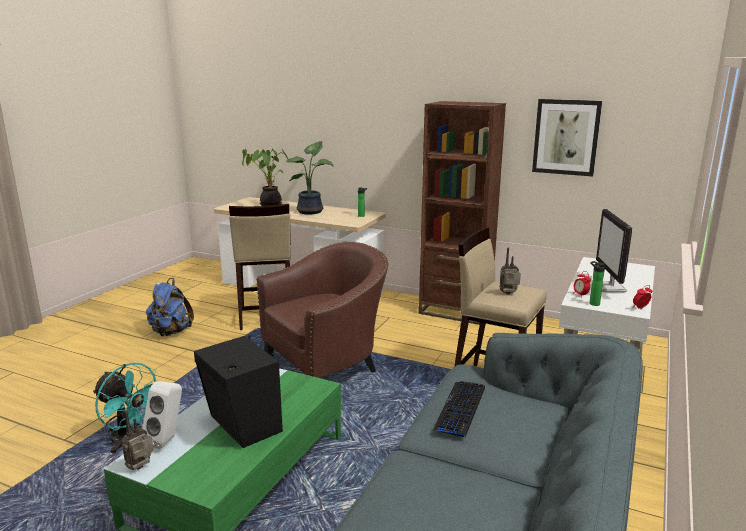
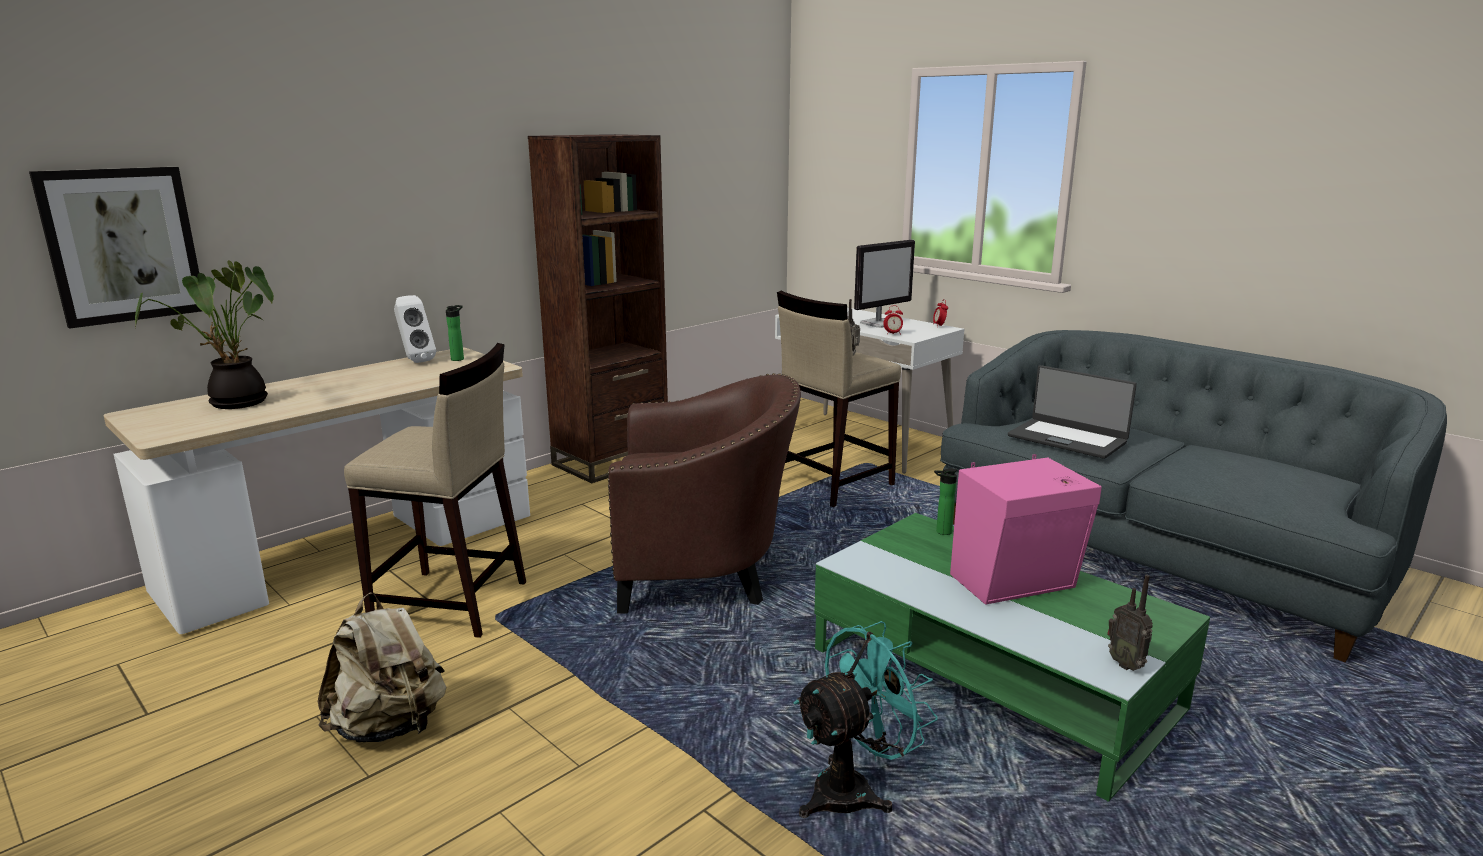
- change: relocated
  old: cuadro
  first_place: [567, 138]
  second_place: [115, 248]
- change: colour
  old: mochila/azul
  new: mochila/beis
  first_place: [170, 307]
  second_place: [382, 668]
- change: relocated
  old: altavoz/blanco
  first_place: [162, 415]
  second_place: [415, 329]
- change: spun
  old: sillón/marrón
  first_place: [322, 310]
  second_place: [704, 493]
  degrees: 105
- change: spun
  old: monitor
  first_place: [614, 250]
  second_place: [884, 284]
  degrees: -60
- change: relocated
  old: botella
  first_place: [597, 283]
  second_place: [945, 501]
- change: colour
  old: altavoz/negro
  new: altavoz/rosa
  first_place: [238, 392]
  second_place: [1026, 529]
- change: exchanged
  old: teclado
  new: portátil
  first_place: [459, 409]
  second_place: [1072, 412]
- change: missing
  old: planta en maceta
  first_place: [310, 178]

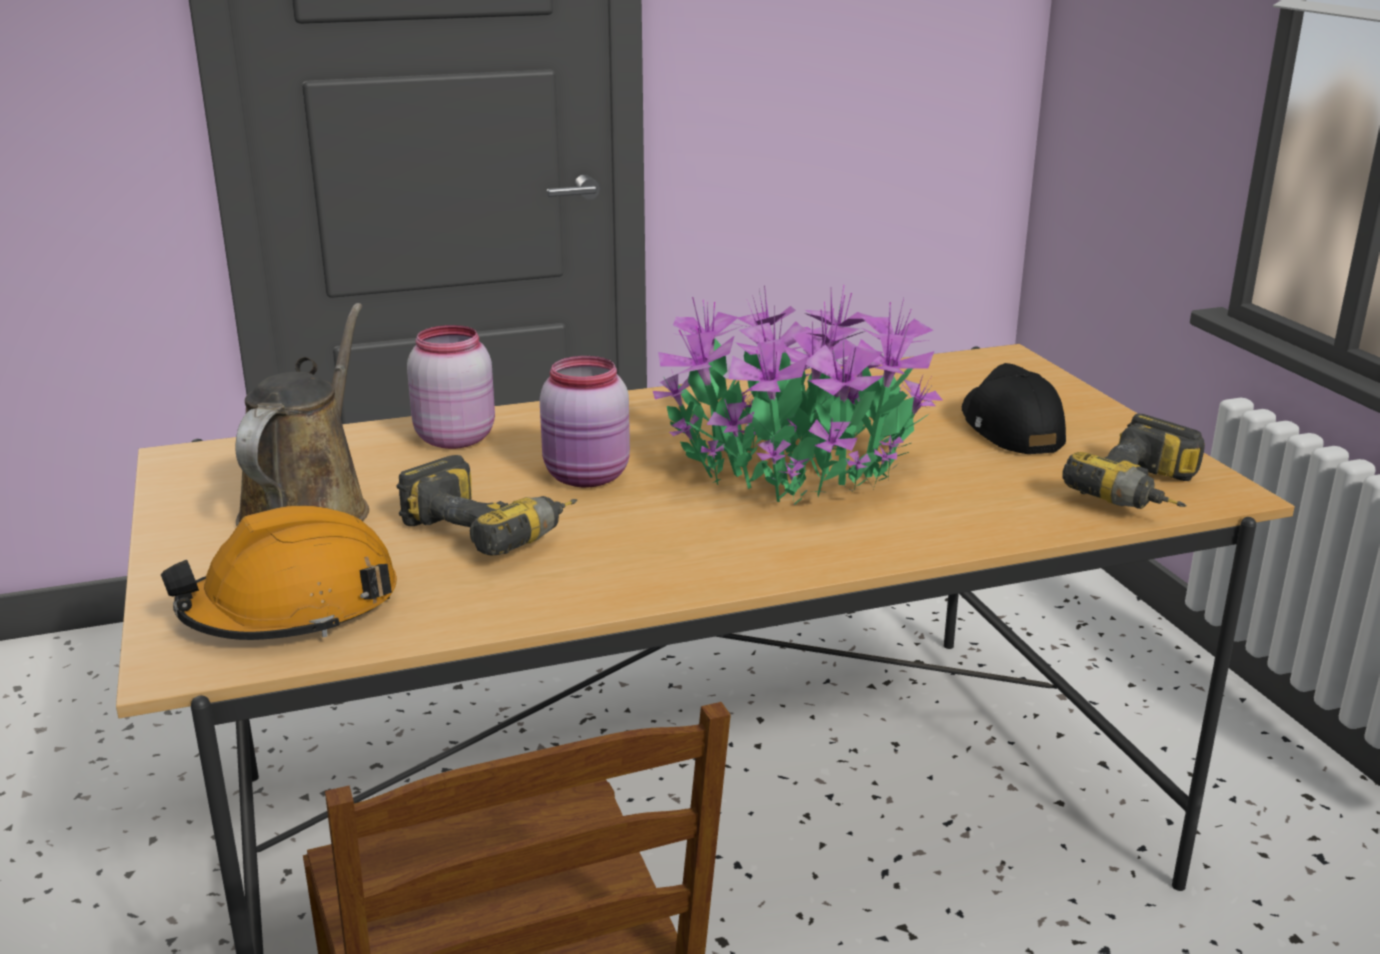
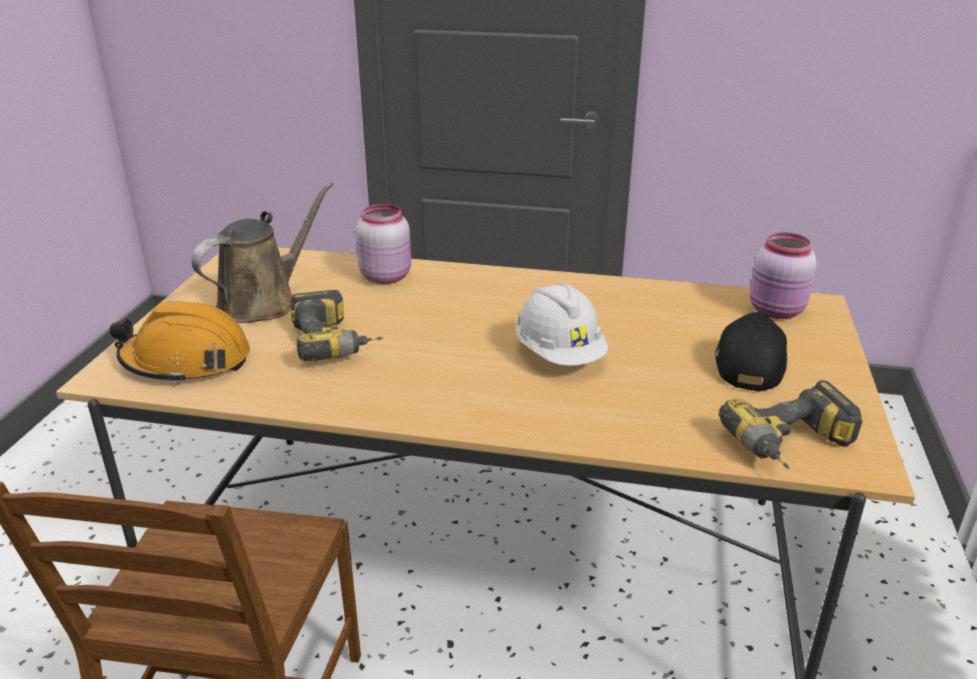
- change: exchanged
  old: planta en maceta
  new: casco/blanco
  first_place: [797, 395]
  second_place: [562, 324]
- change: relocated
  old: tarro/rosa
  first_place: [585, 421]
  second_place: [783, 275]

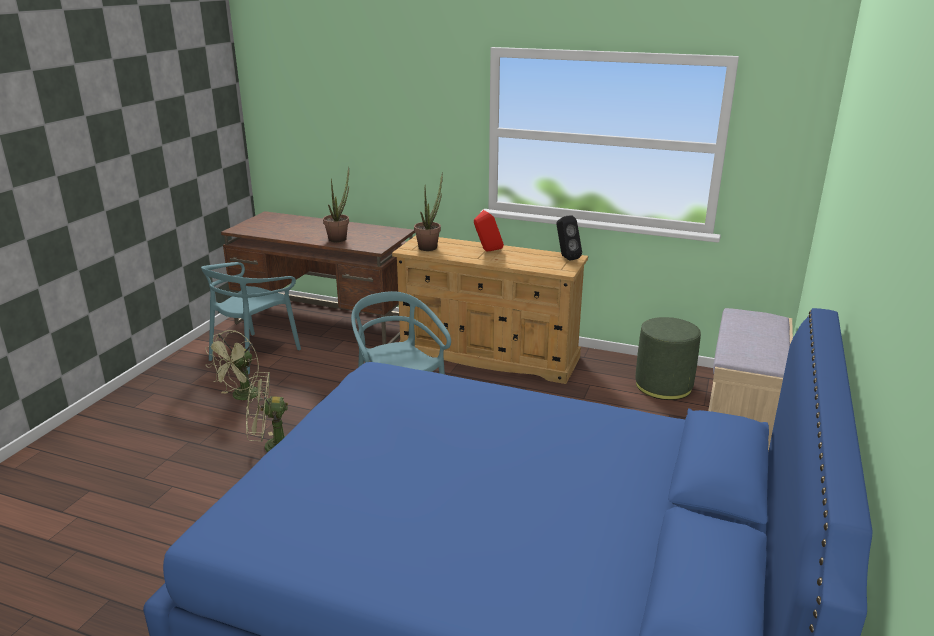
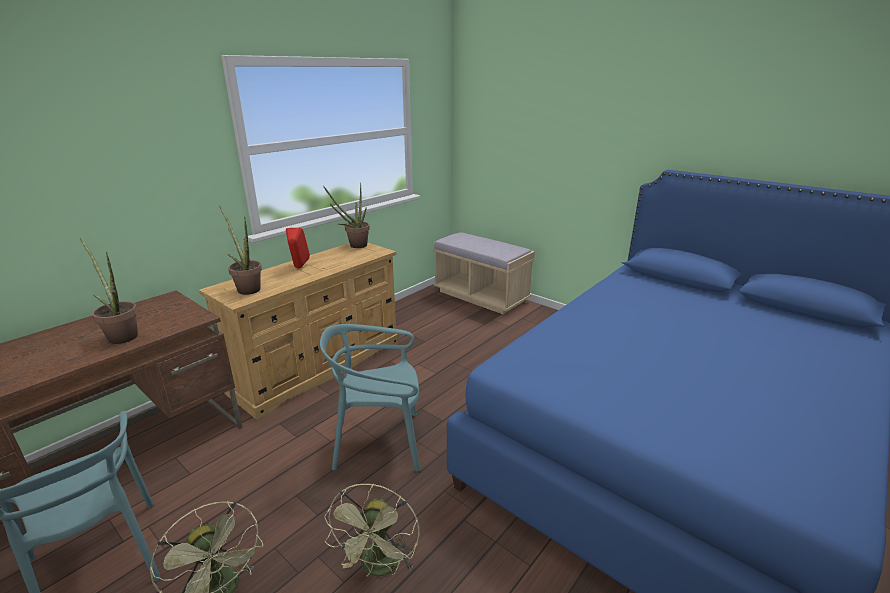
- change: exchanged
  old: altavoz/negro
  new: planta en maceta
  first_place: [569, 238]
  second_place: [347, 215]
- change: missing
  old: puf/verde
  first_place: [668, 358]

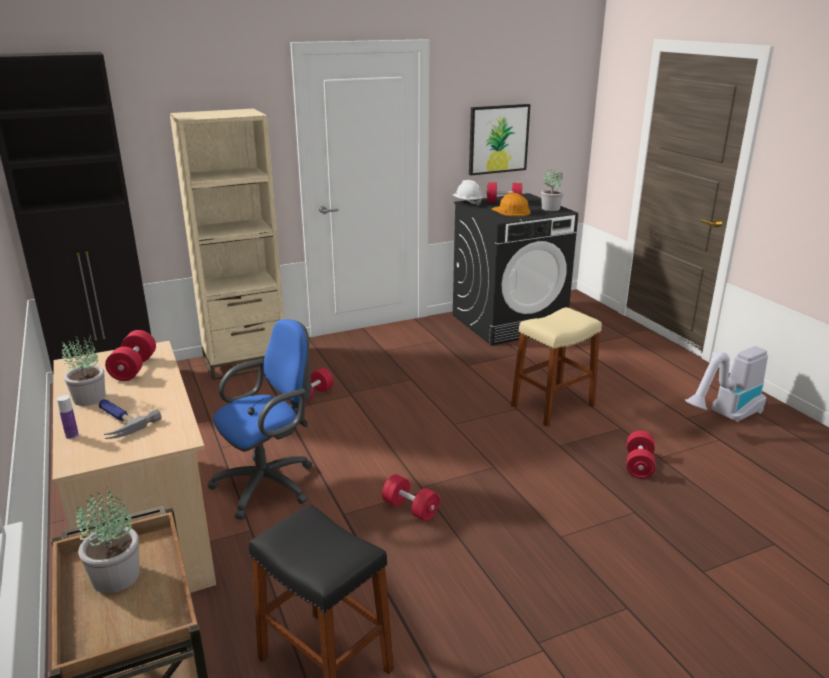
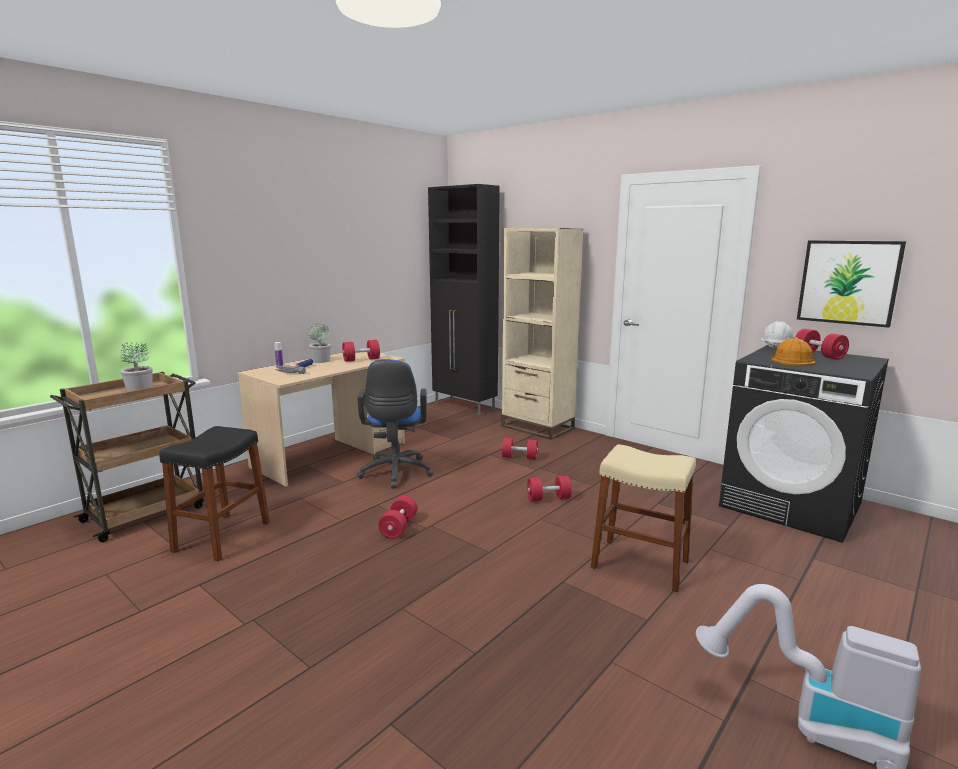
- change: spun
  old: silla de oficina/azul
  first_place: [259, 419]
  second_place: [395, 424]
  degrees: 60
- change: relocated
  old: mancuerna/rojo
  first_place: [641, 455]
  second_place: [549, 488]
- change: missing
  old: planta en maceta
  first_place: [552, 190]

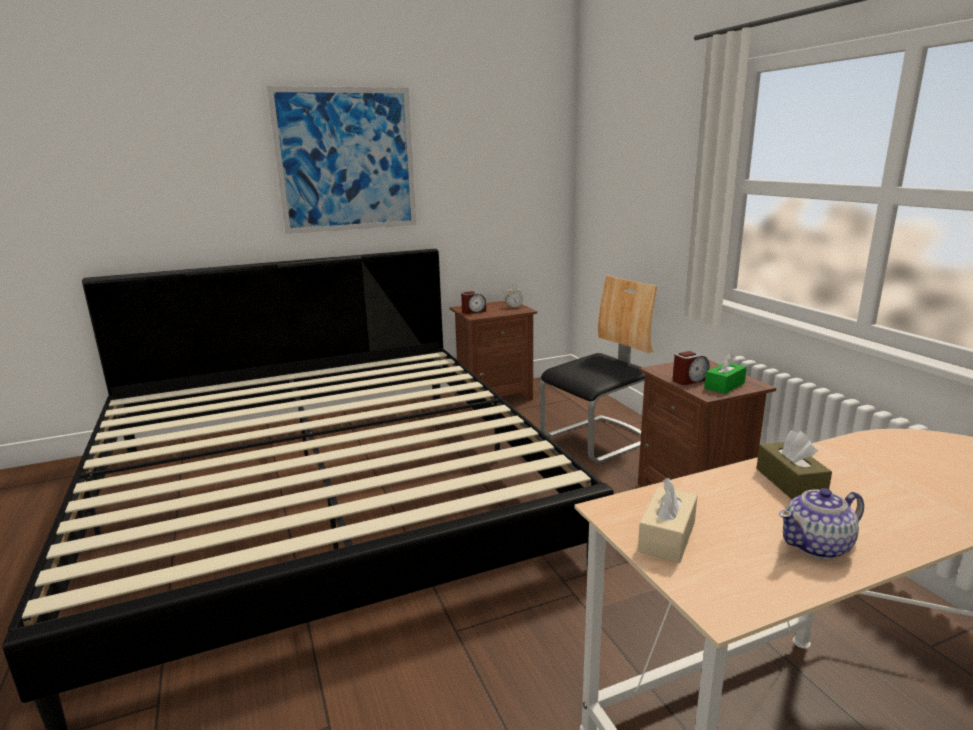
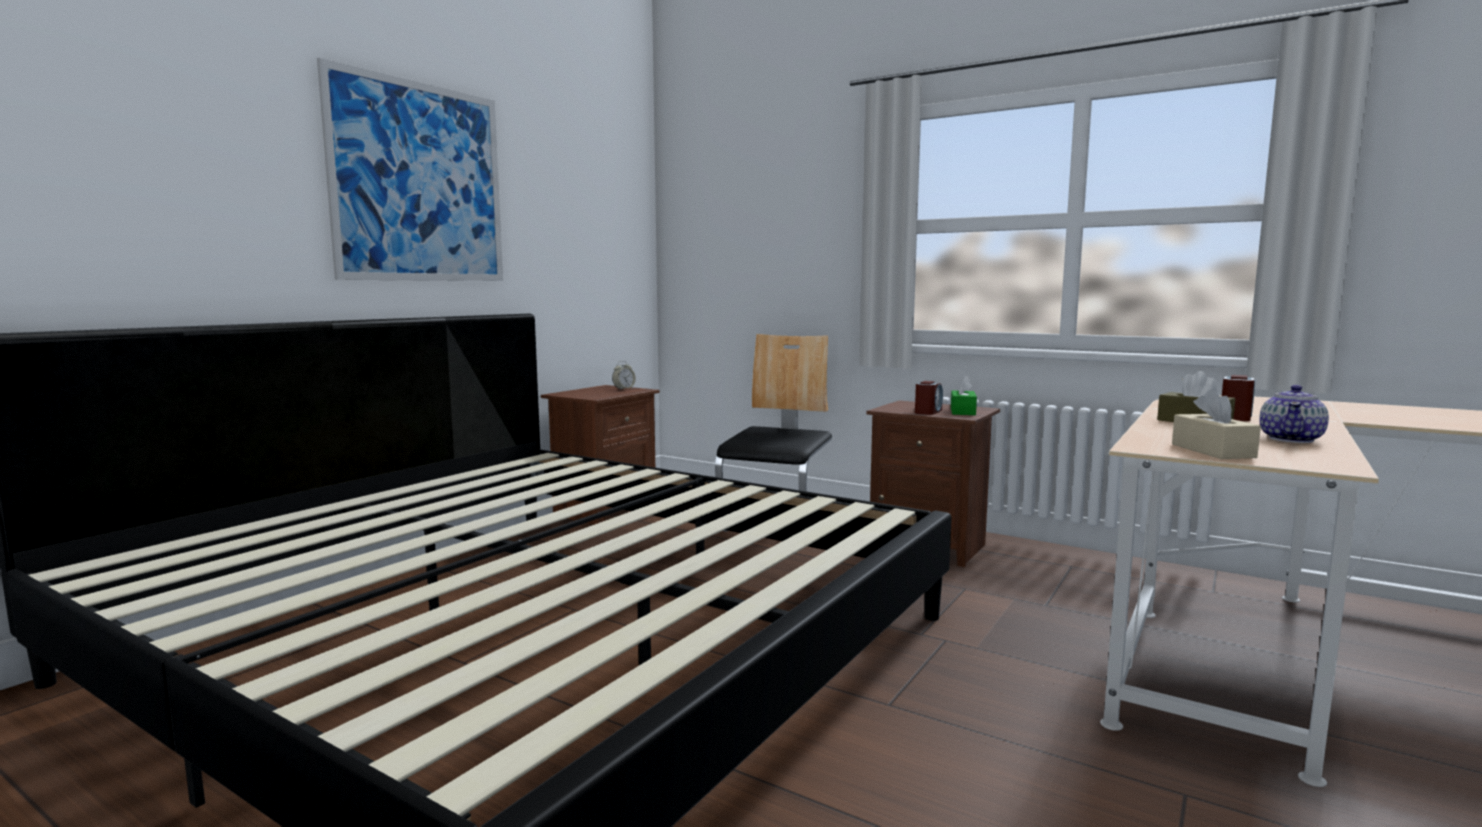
- change: relocated
  old: despertador
  first_place: [473, 302]
  second_place: [1238, 398]

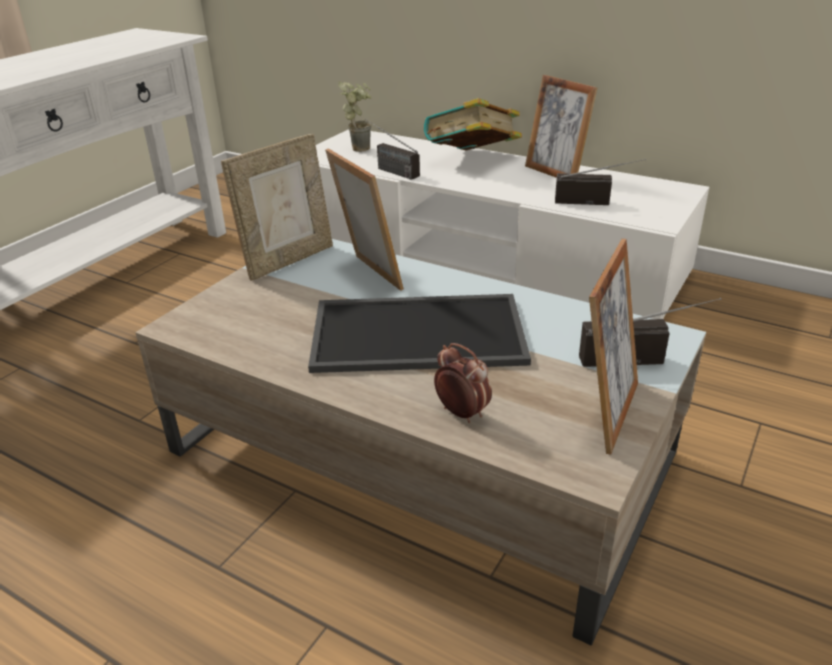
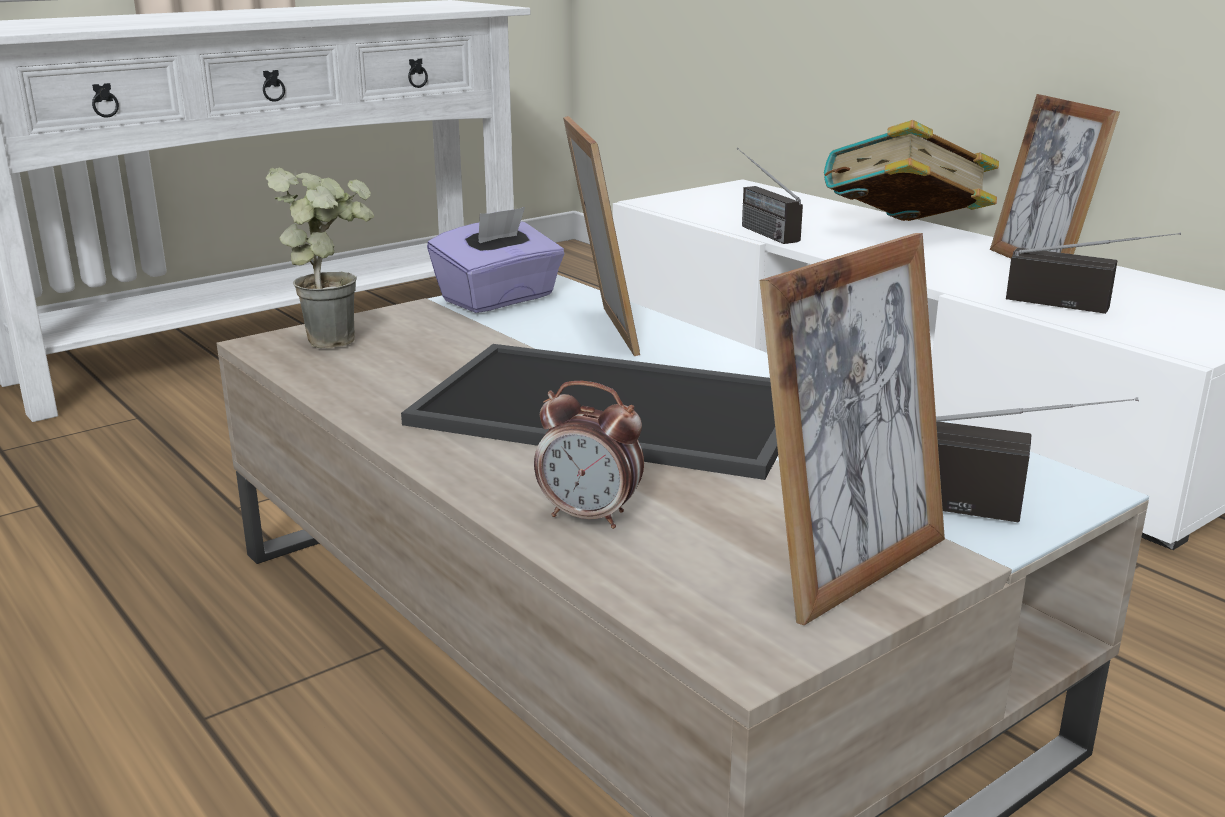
- change: relocated
  old: planta en maceta
  first_place: [355, 116]
  second_place: [320, 258]
- change: exchanged
  old: portarretratos
  new: caja de pañuelos/morado
  first_place: [277, 207]
  second_place: [496, 260]
- change: spun
  old: despertador
  first_place: [463, 383]
  second_place: [589, 455]
  degrees: 135

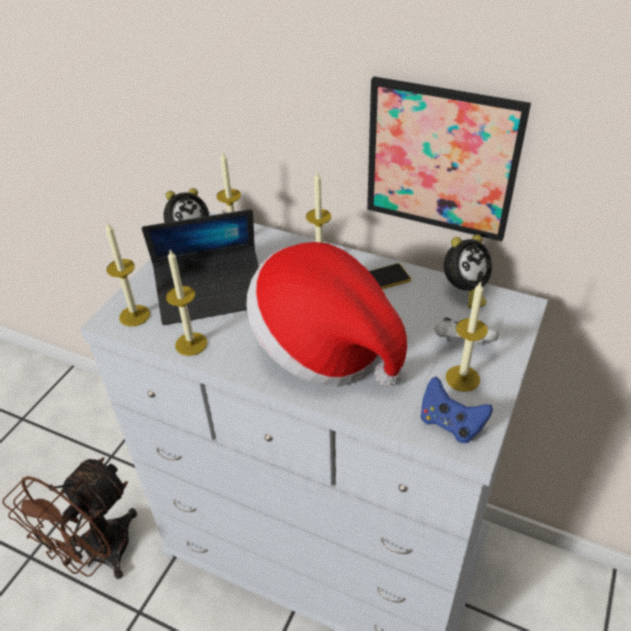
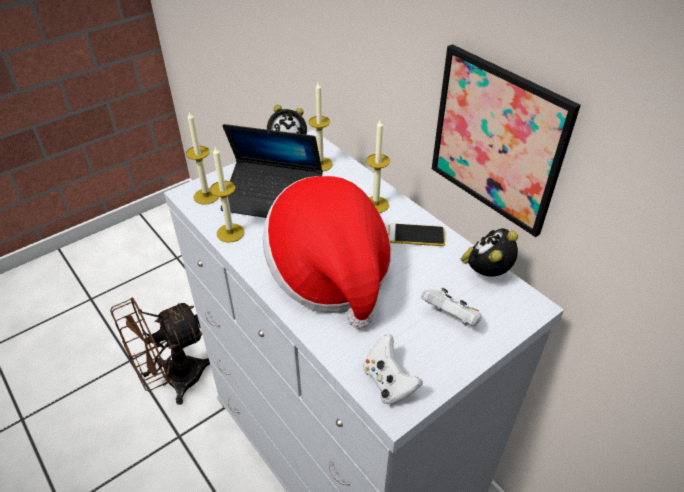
- change: colour
  old: mando de consola/azul
  new: mando de consola/blanco
  first_place: [456, 410]
  second_place: [393, 370]
- change: spun
  old: despertador
  first_place: [468, 271]
  second_place: [489, 252]
  degrees: 135
- change: missing
  old: vela
  first_place: [467, 336]

